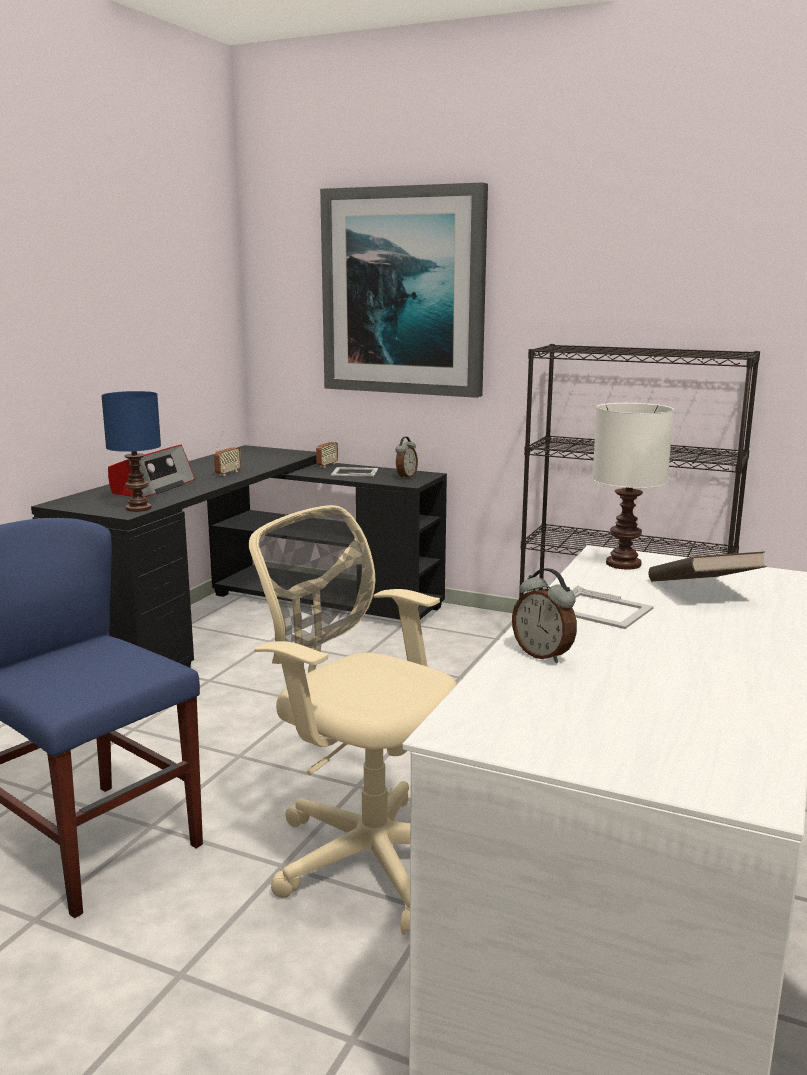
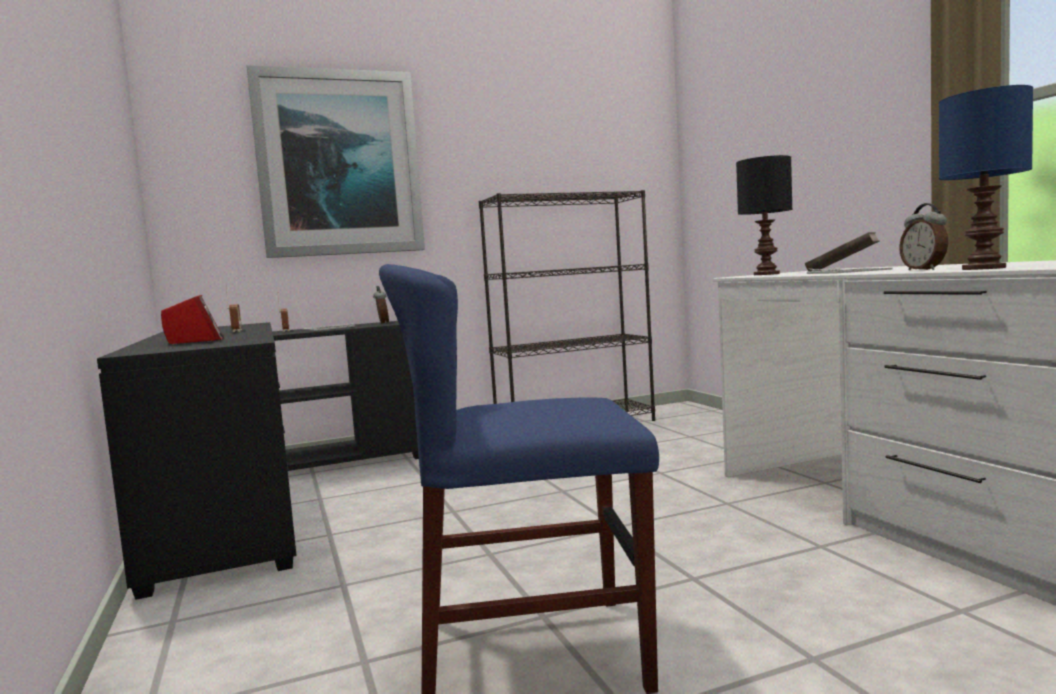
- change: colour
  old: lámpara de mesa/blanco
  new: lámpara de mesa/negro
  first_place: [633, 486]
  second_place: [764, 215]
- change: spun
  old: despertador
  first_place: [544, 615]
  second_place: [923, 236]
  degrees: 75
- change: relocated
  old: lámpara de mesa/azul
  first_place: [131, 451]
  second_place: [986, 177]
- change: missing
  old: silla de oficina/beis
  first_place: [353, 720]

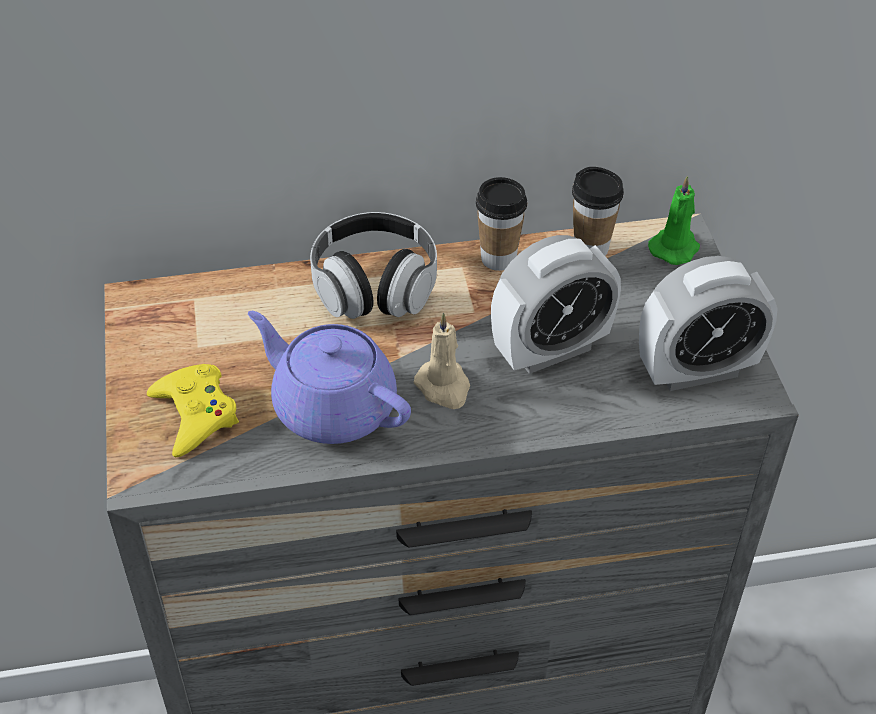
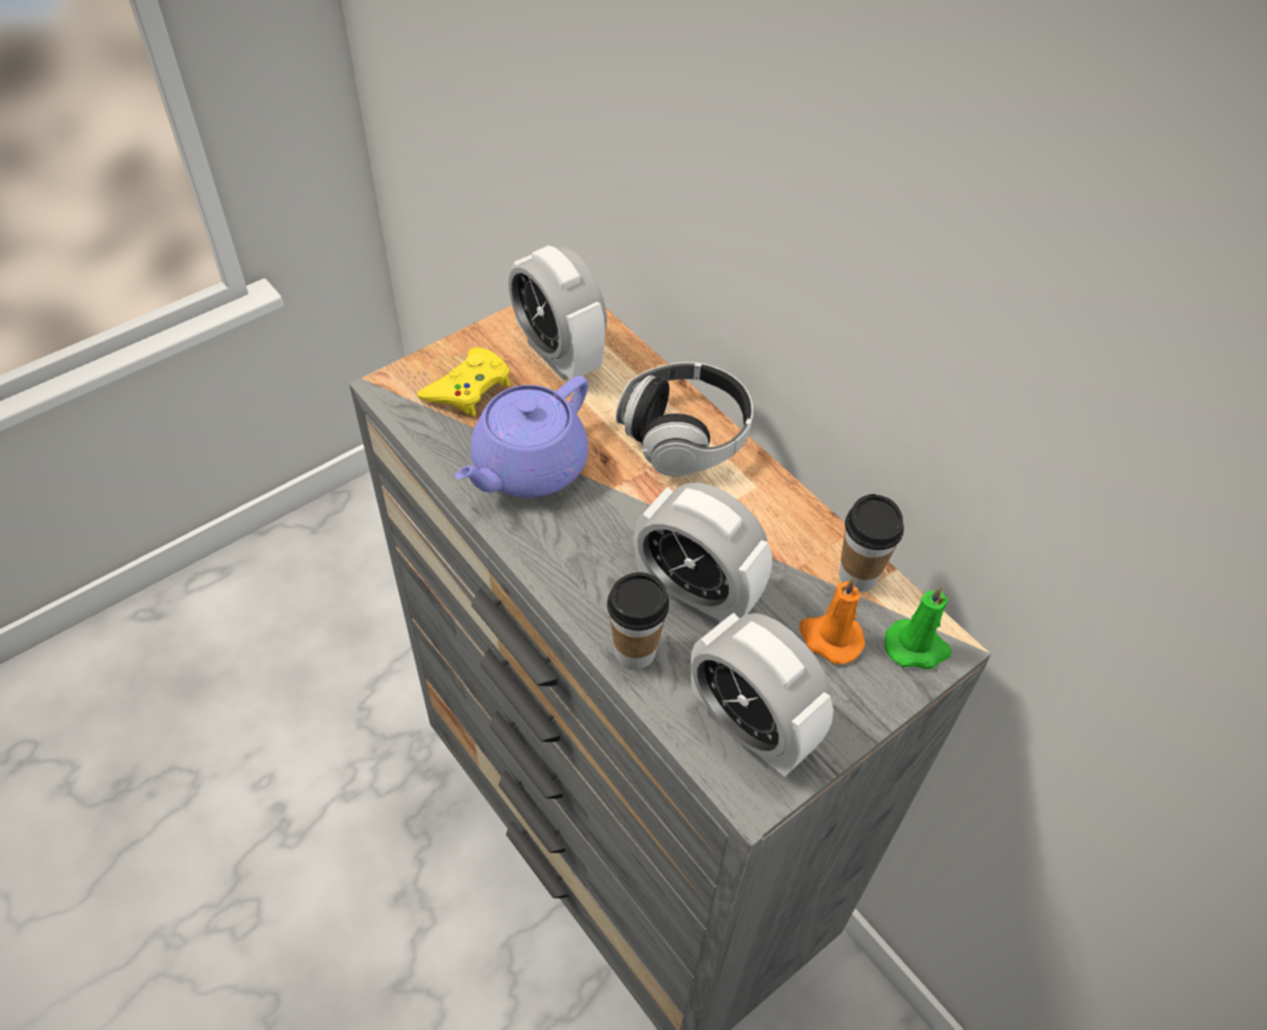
- change: spun
  old: tetera/morado
  first_place: [329, 377]
  second_place: [521, 437]
  degrees: -150
- change: appeared
  new: despertador
  second_place: [558, 313]
- change: relocated
  old: taza
  first_place: [501, 224]
  second_place: [638, 620]
- change: appeared
  new: vela/naranja
  second_place: [832, 620]
- change: missing
  old: vela/beis
  first_place: [442, 360]

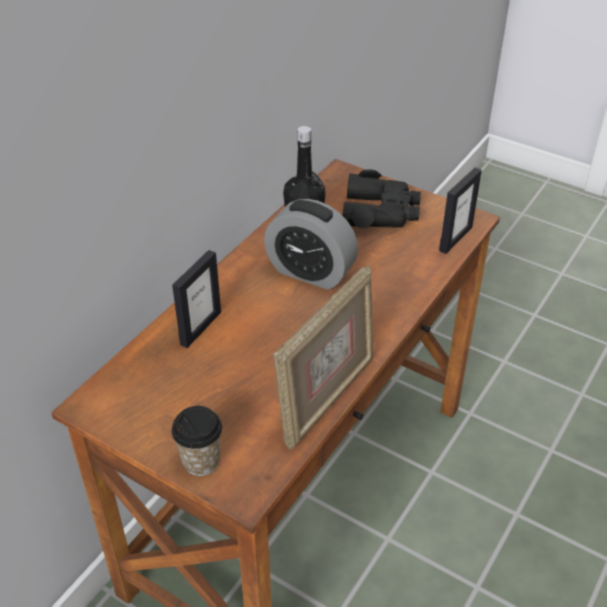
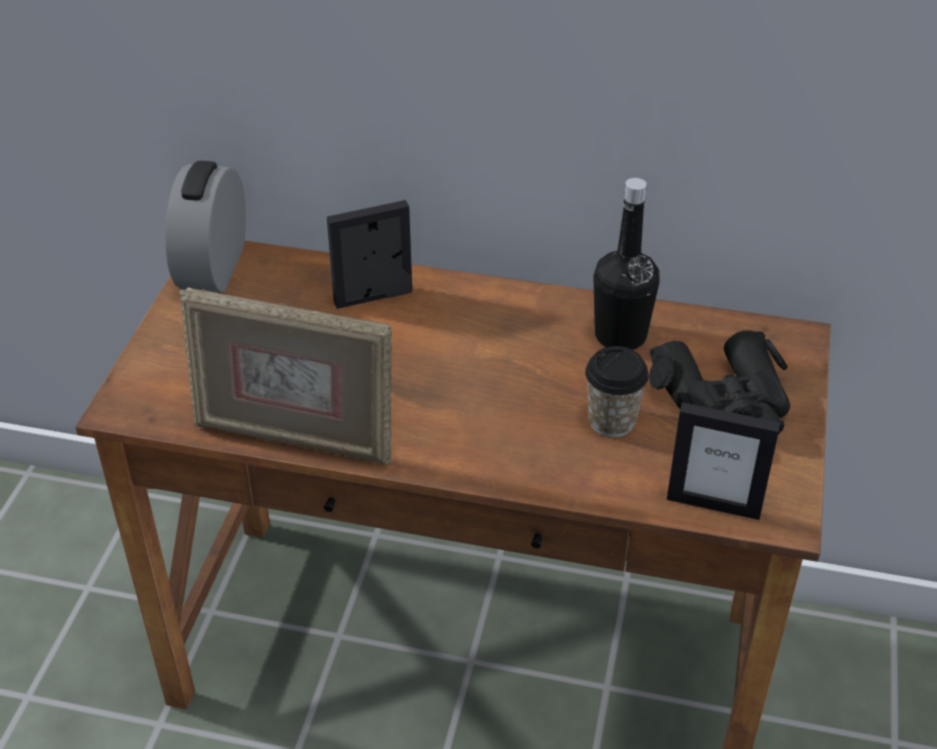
- change: relocated
  old: despertador
  first_place: [311, 244]
  second_place: [205, 227]
- change: spun
  old: portarretratos
  first_place: [196, 299]
  second_place: [369, 254]
  degrees: 150
- change: relocated
  old: taza
  first_place: [197, 441]
  second_place: [617, 391]

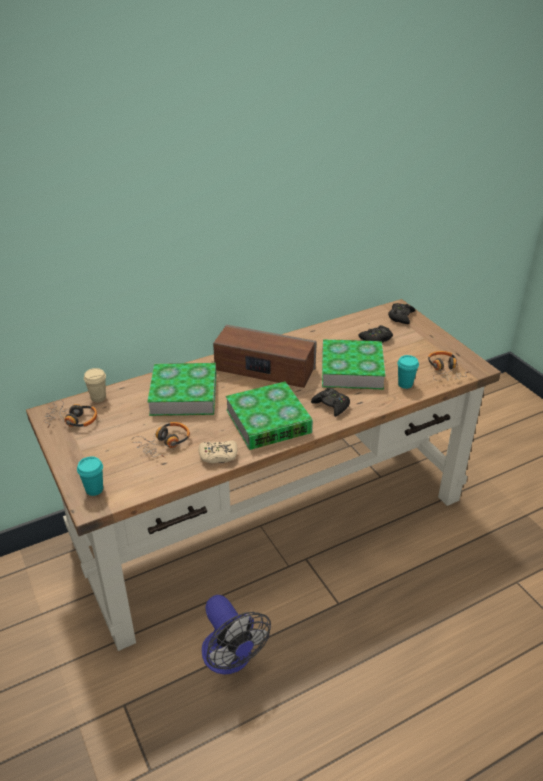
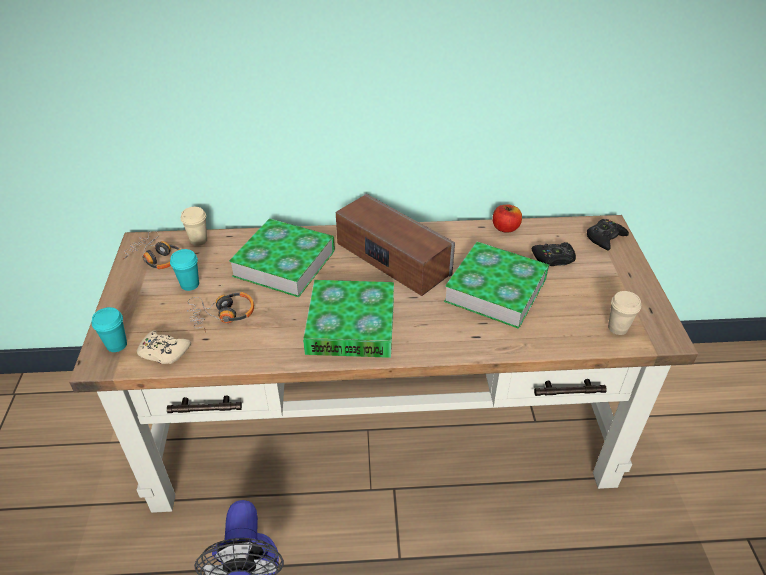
- change: relocated
  old: mando de consola/beis
  first_place: [218, 452]
  second_place: [164, 347]
- change: relocated
  old: taza/turquesa
  first_place: [408, 372]
  second_place: [184, 270]
- change: appeared
  new: manzana
  second_place: [507, 218]
- change: exchanged
  old: auriculares
  new: taza/beis
  first_place: [448, 366]
  second_place: [624, 313]
- change: missing
  old: mando de consola/negro
  first_place: [330, 402]

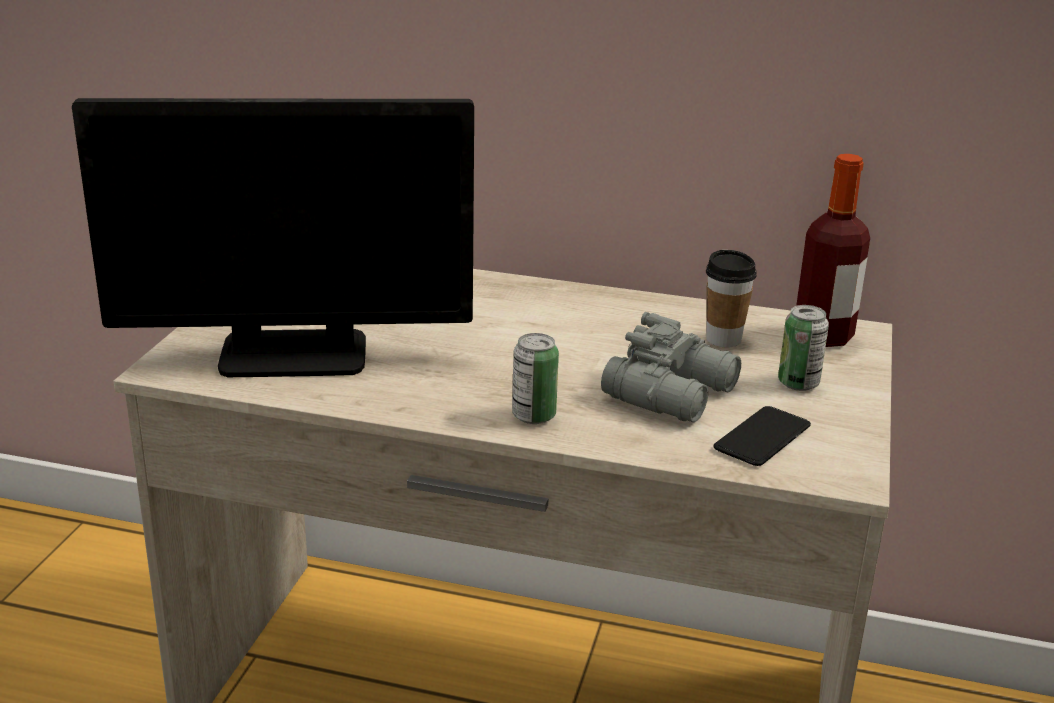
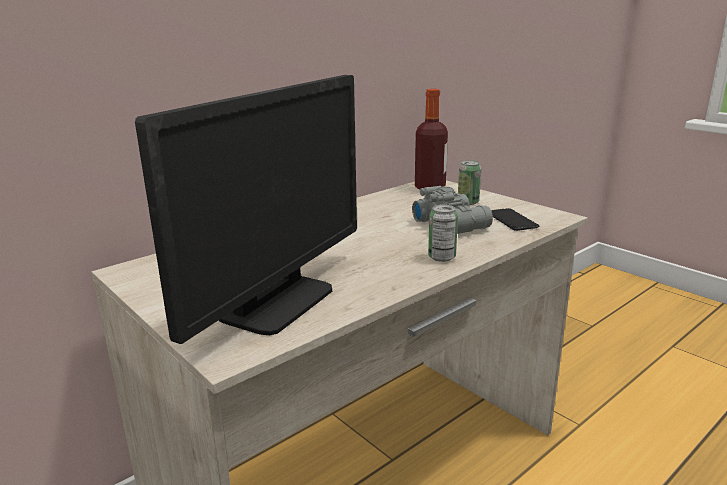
- change: missing
  old: taza
  first_place: [731, 299]

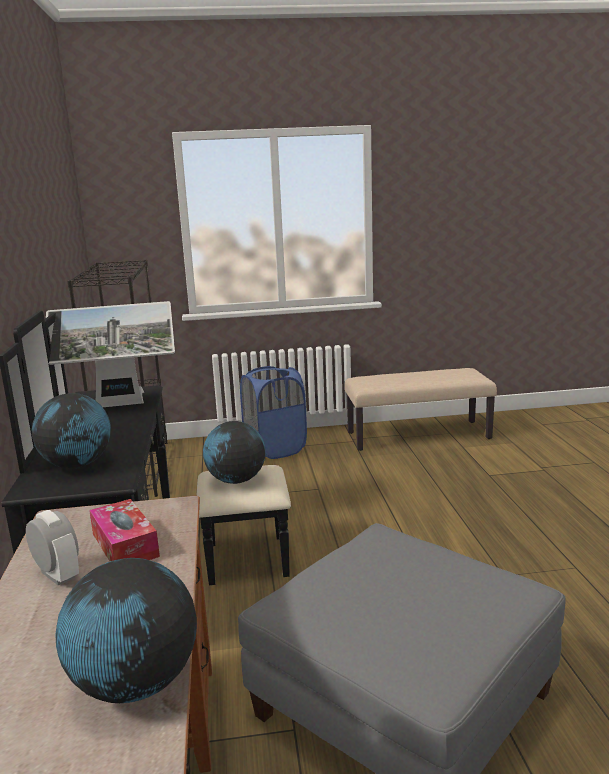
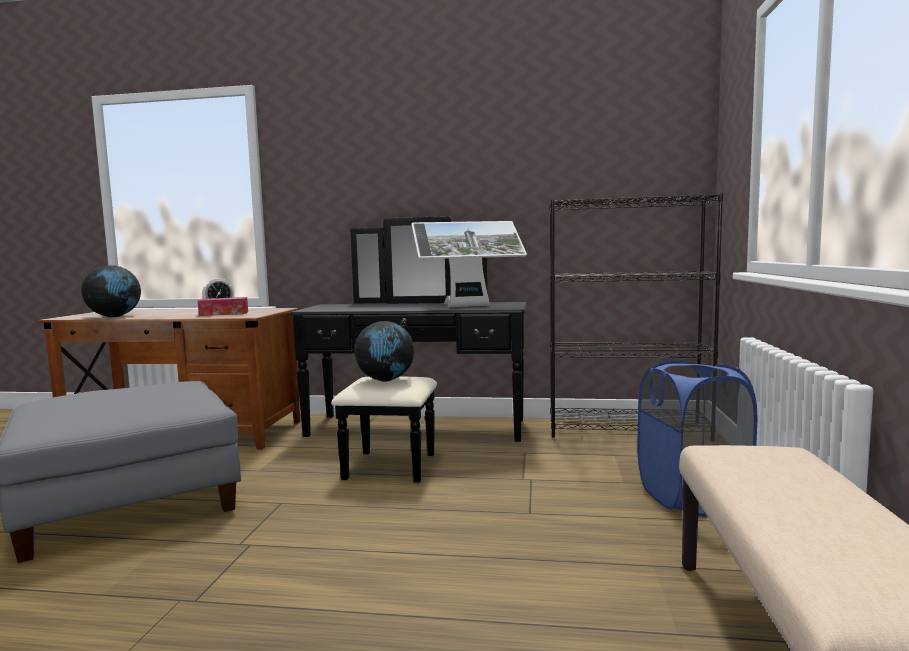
- change: spun
  old: monitor
  first_place: [110, 354]
  second_place: [469, 264]
  degrees: -105
- change: missing
  old: globo terráqueo
  first_place: [71, 430]

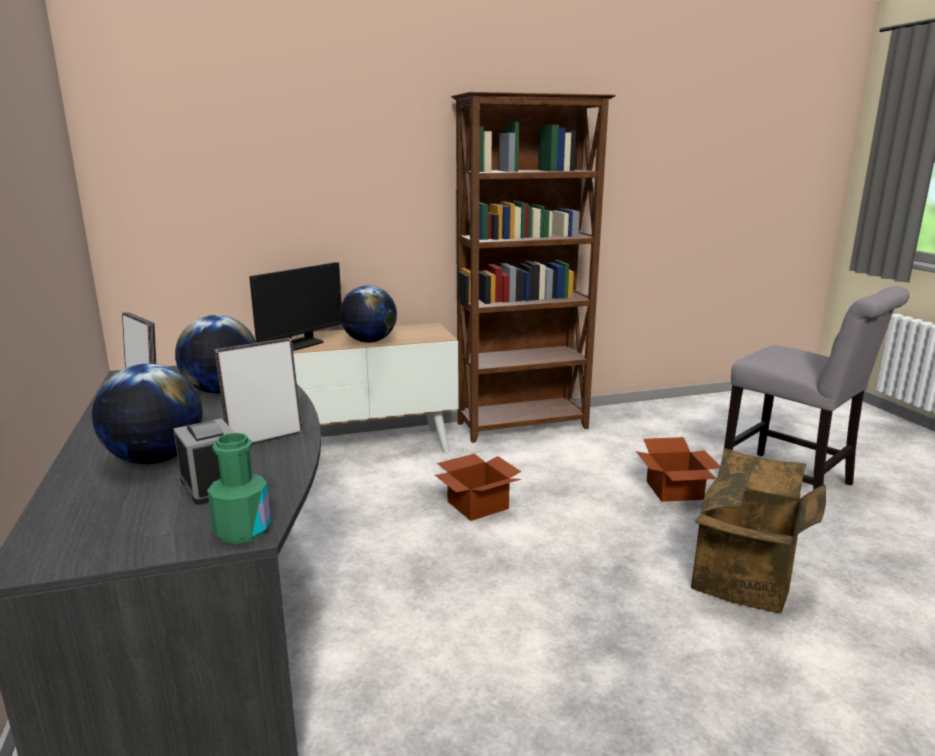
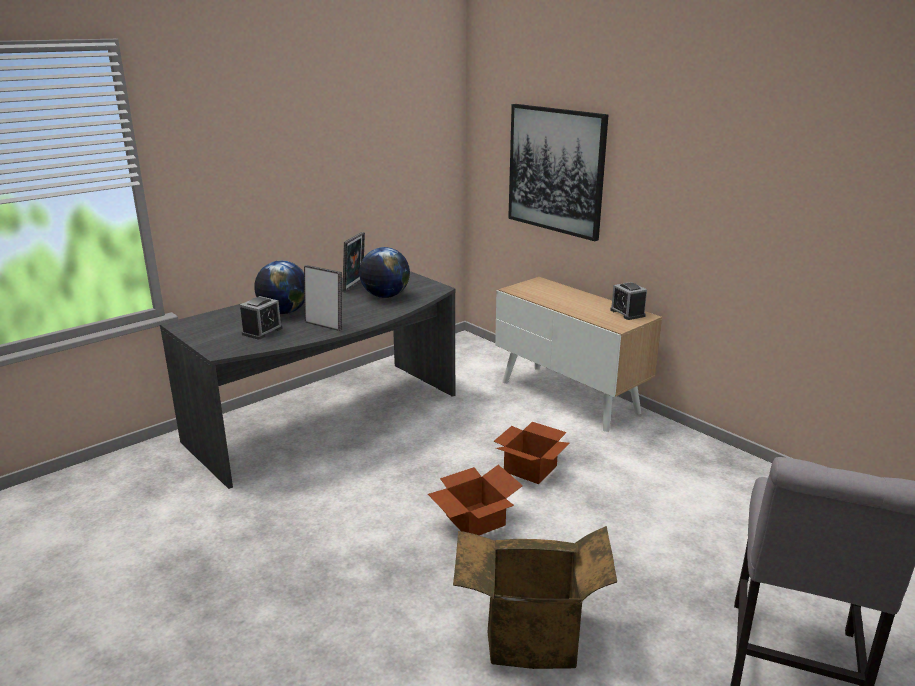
- change: relocated
  old: caja de cartón
  first_place: [678, 469]
  second_place: [475, 500]
- change: appeared
  new: cuadro
  second_place: [558, 172]
- change: appeared
  new: despertador
  second_place: [628, 301]
- change: missing
  old: botella/verde
  first_place: [239, 488]
- change: missing
  old: monitor
  first_place: [295, 306]
- change: missing
  old: globo terráqueo
  first_place: [368, 314]
- change: missing
  old: estantería/marrón
  first_place: [533, 267]

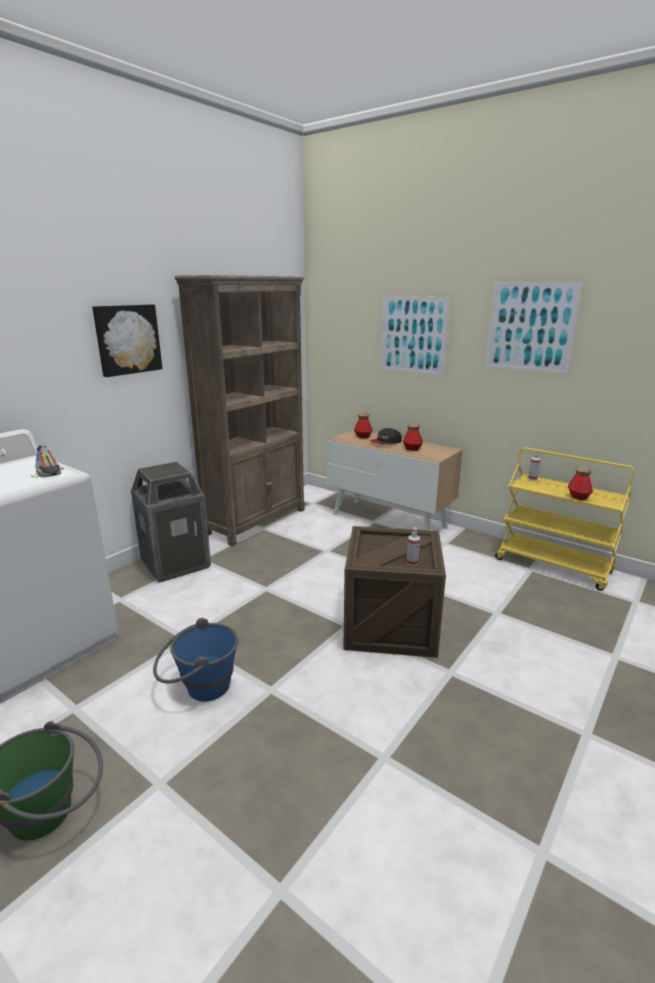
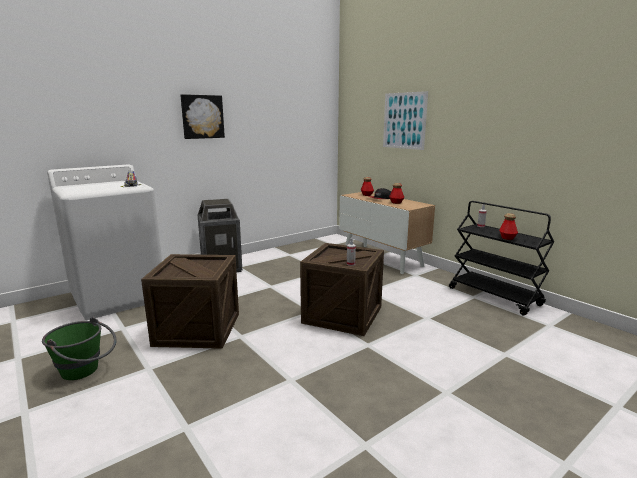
- change: exchanged
  old: cubo/azul
  new: caja de embalaje
  first_place: [195, 659]
  second_place: [190, 301]
- change: colour
  old: carrito/amarillo
  new: carrito/negro
  first_place: [564, 519]
  second_place: [501, 258]
- change: missing
  old: estantería/marrón
  first_place: [239, 410]
- change: missing
  old: cuadro
  first_place: [534, 328]

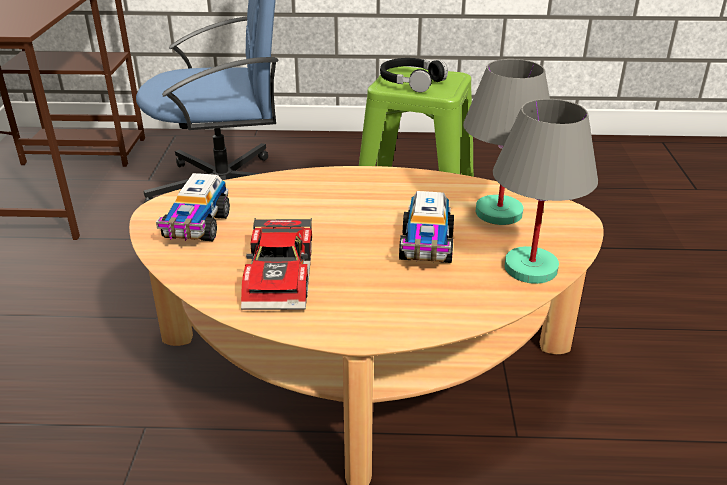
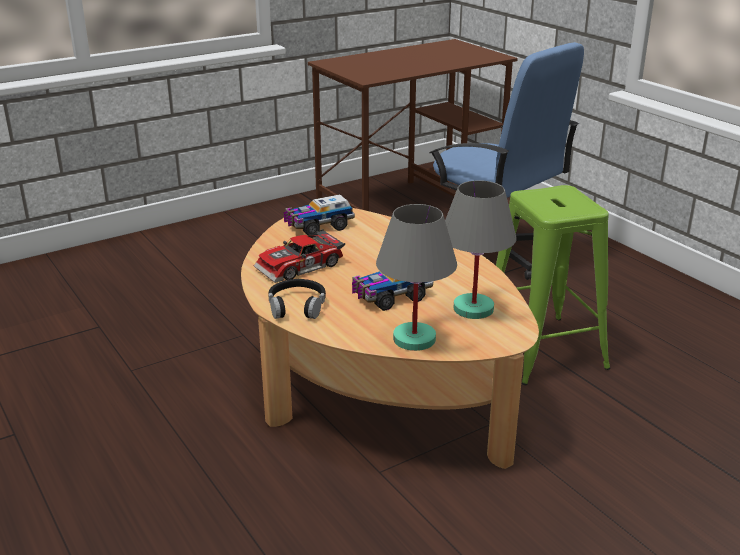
- change: relocated
  old: auriculares/negro
  first_place: [414, 75]
  second_place: [297, 299]

